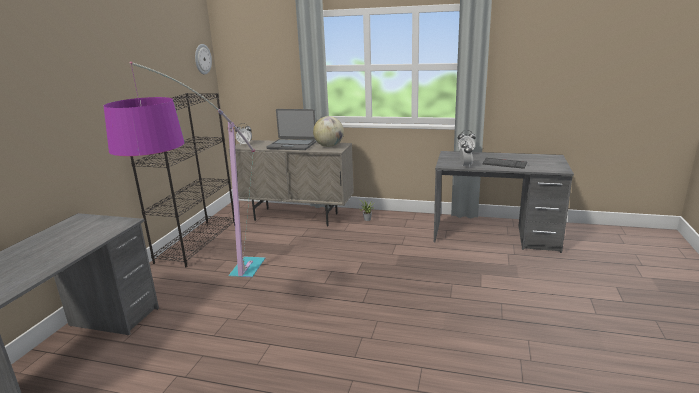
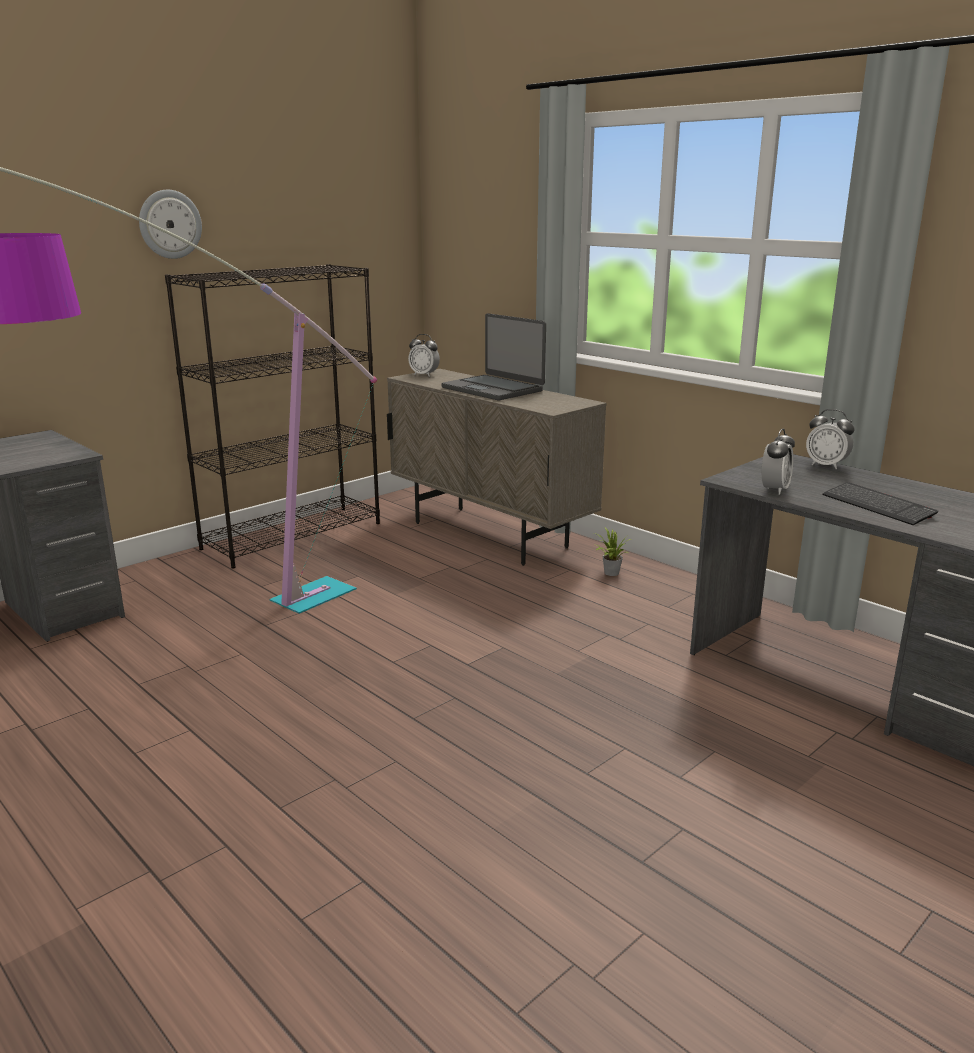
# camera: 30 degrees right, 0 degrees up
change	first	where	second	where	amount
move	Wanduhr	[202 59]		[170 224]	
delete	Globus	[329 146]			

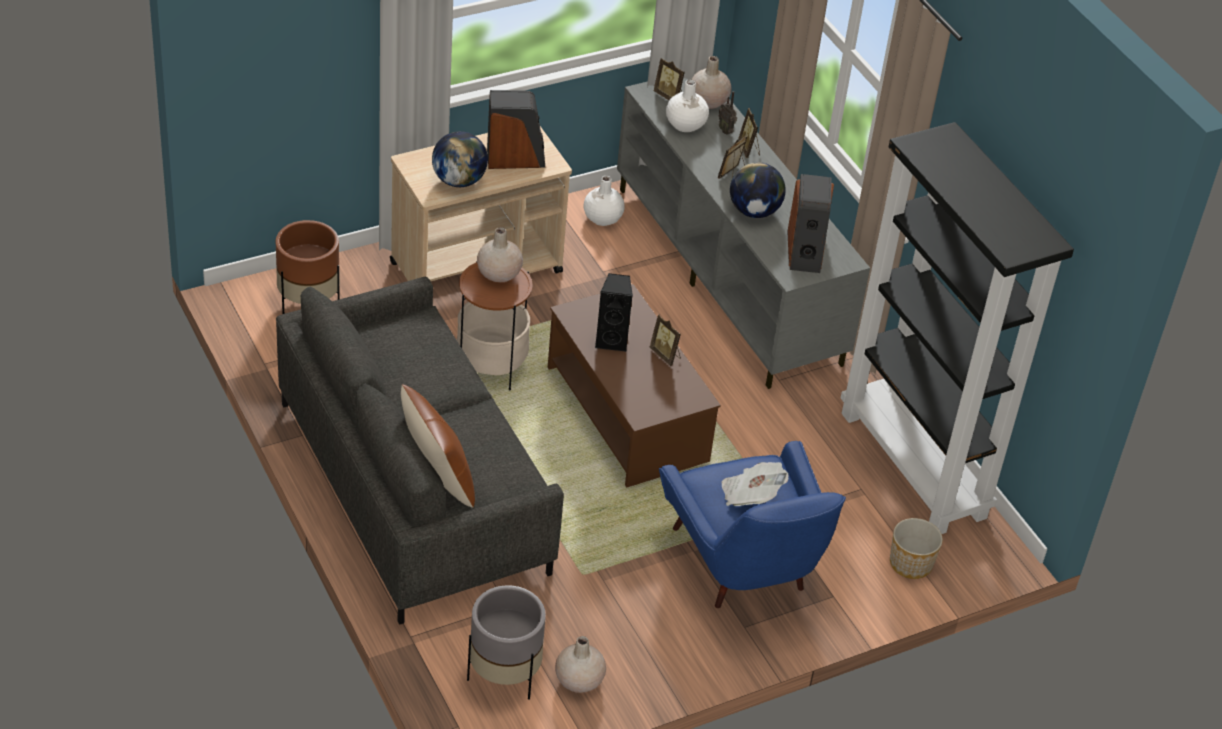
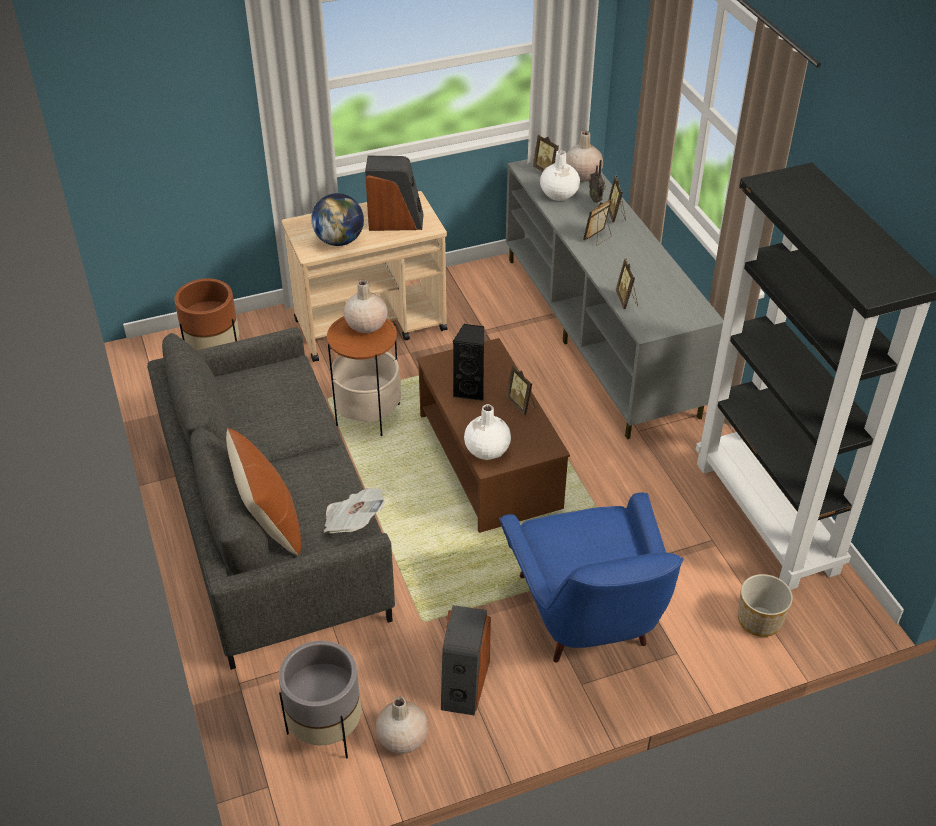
# camera: 10 degrees right, 0 degrees up
change	first	where	second	where	amount
move	Vase/weiß	[602 218]		[487 450]	
move	Zeitung	[750 495]		[353 522]	
delete	Globus	[754 211]			
move	Lautsprecher	[805 251]		[464 684]	
insert			Bilderrahmen	[626 300]	

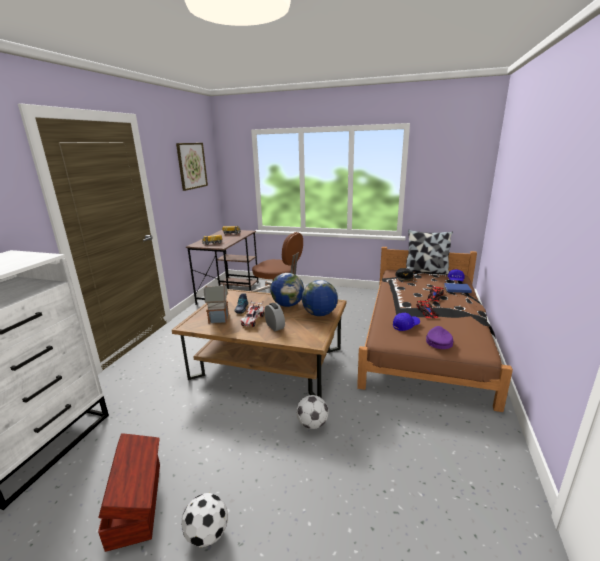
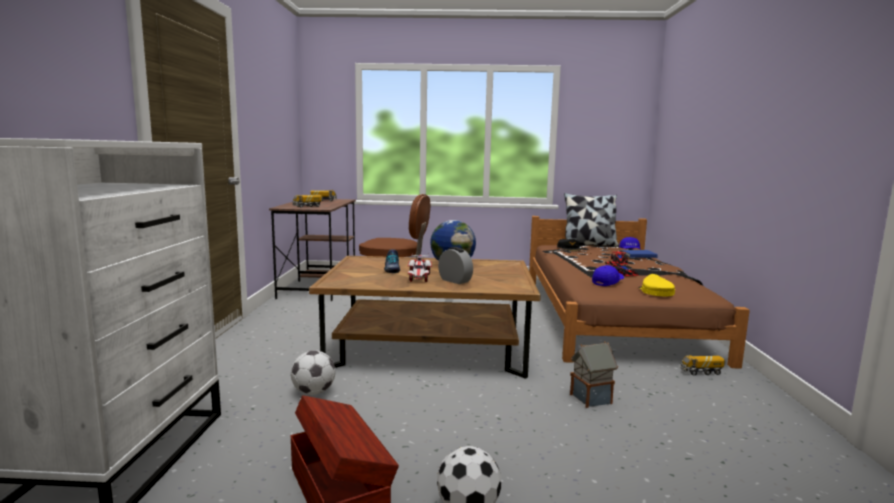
# camera: 15 degrees left, 10 degrees down
change	first	where	second	where	amount
delete	Bild	[192 166]			
move	Spielzeughaus	[219 318]		[591 398]	
move	Fußball	[312 424]		[314 392]	
delete	Globus	[319 314]			
recolor	Kappe/lila	[438 341]	Kappe/gelb	[655 292]	
insert			Spielzeuglaster	[701 372]	

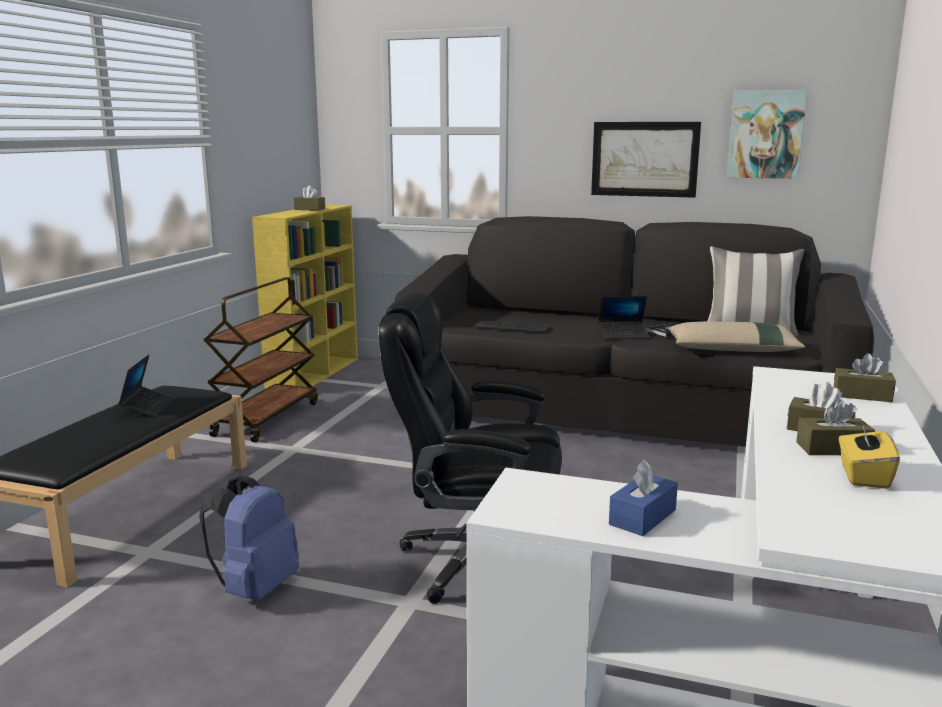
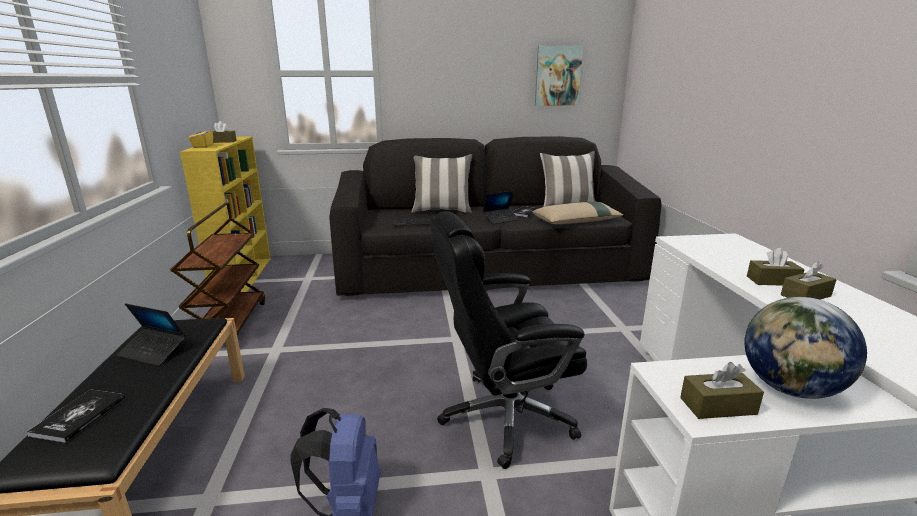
# camera: 25 degrees left, 5 degrees up
change	first	where	second	where	amount
rotate	Laptop	[148 407]		[153 352]	135 degrees clockwise
delete	Bild	[644 159]			
replace	Taschentuchbox/blau	[642 517]	Globus	[790 389]	
move	Taschentuchbox/braun	[862 395]		[718 406]	
move	Taschentuchbox/gelb	[863 476]		[202 146]	
insert			Buch	[79 416]	
insert			Kissen	[442 211]	

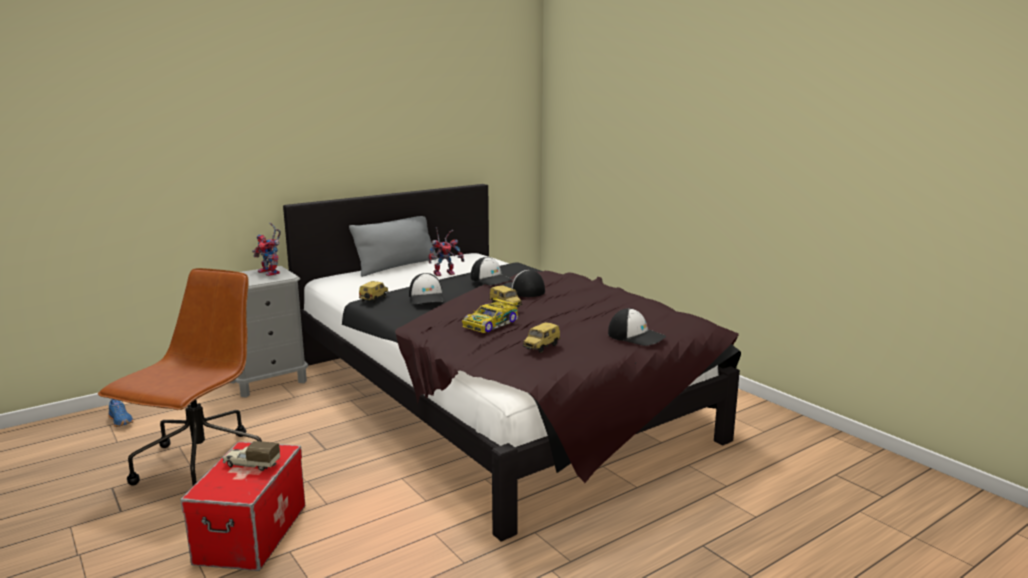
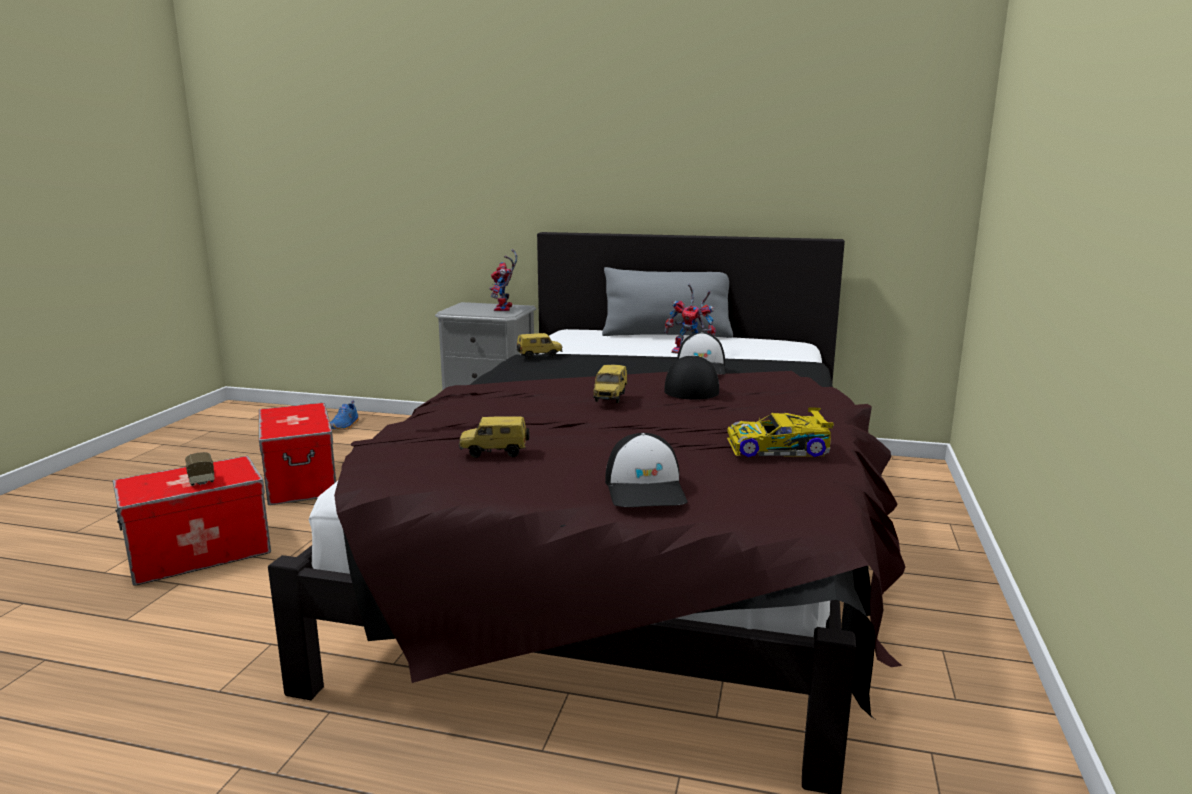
# camera: 50 degrees right, 0 degrees up
change	first	where	second	where	amount
replace	Bürostuhl/braun	[200 465]	Aufbewahrungsbox	[301 482]	
delete	Kappe	[427 297]			
move	Spielzeugauto	[491 323]		[779 448]	

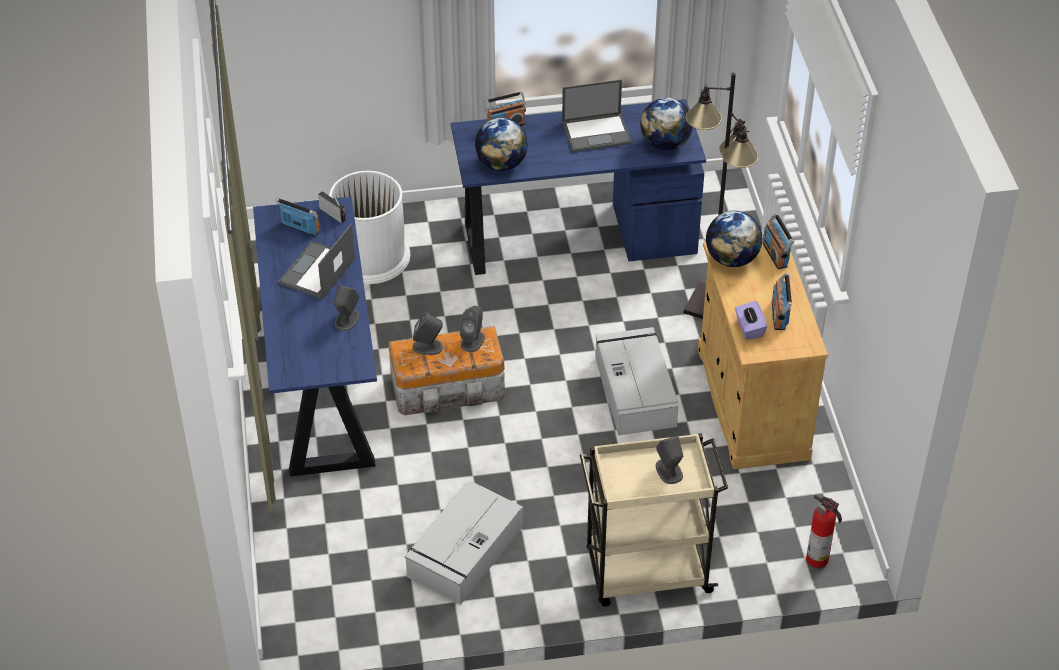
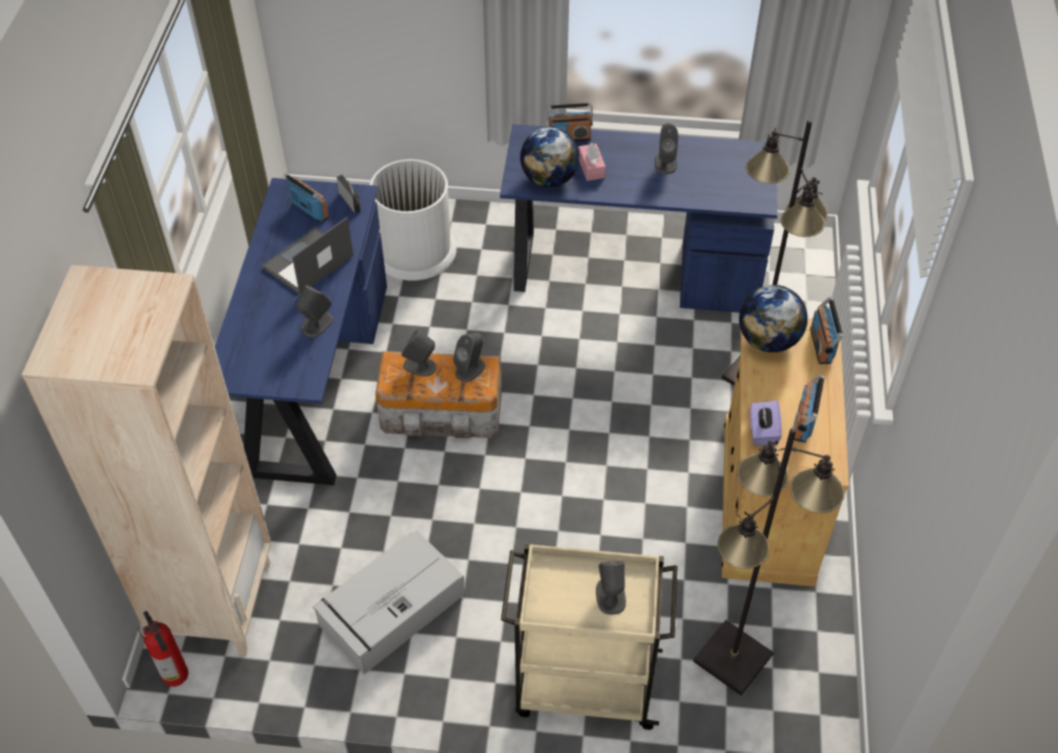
# camera: 15 degrees right, 5 degrees up
change	first	where	second	where	amount
replace	Laptop	[597 132]	Lautsprecher/grau	[665 162]	
delete	Aufbewahrungsbox/grau	[635 390]			
delete	Globus	[665 144]			
move	Feuerlöscher	[818 560]		[176 676]	
insert			Bücherregal/beige	[215 602]	
insert			Taschentuchbox/rosa	[591 168]	
insert			Stehlampe/schwarz	[733 659]	

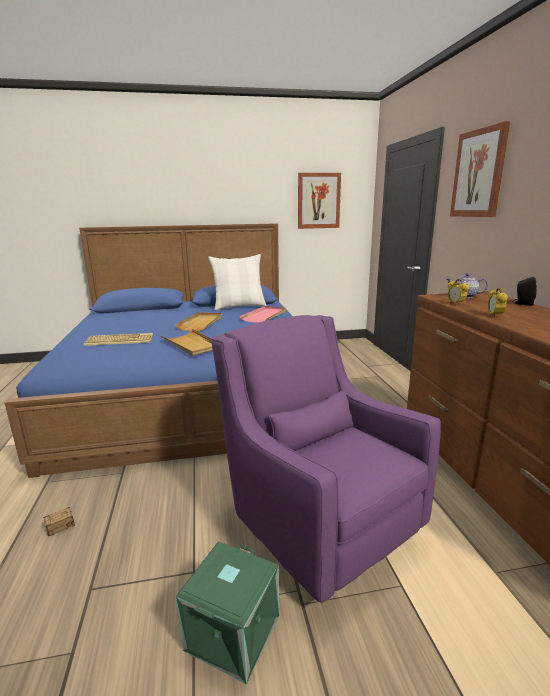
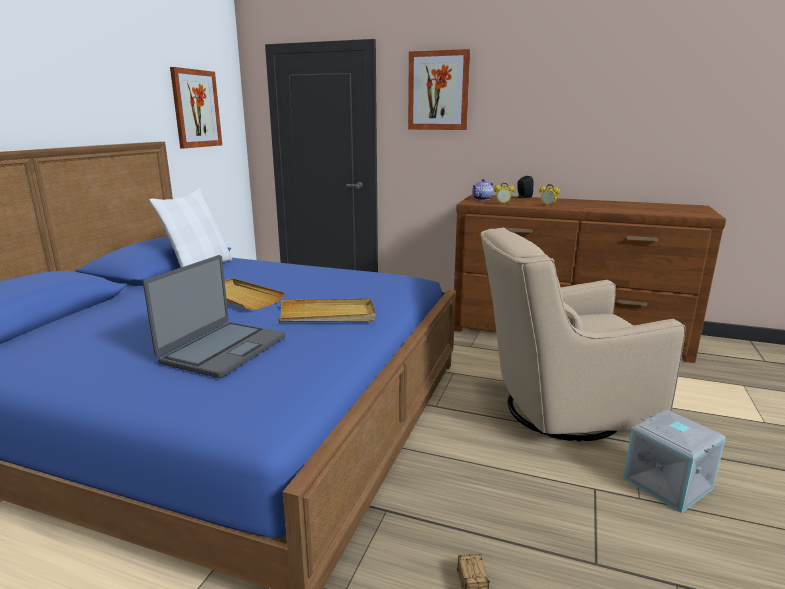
# camera: 60 degrees left, 0 degrees up
change	first	where	second	where	amount
replace	Tastatur	[120 340]	Laptop	[223 350]	
recolor	Aufbewahrungsbox/grün	[234 634]	Aufbewahrungsbox/grau	[668 483]	
recolor	Sessel/lila	[316 520]	Sessel/beige	[557 410]	
delete	Tablett/rosa	[264 316]			

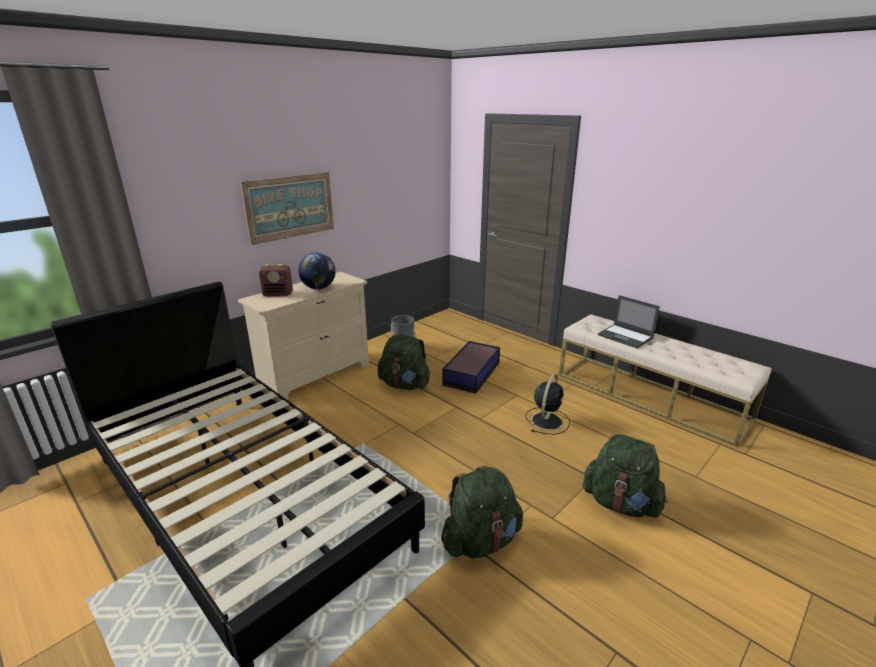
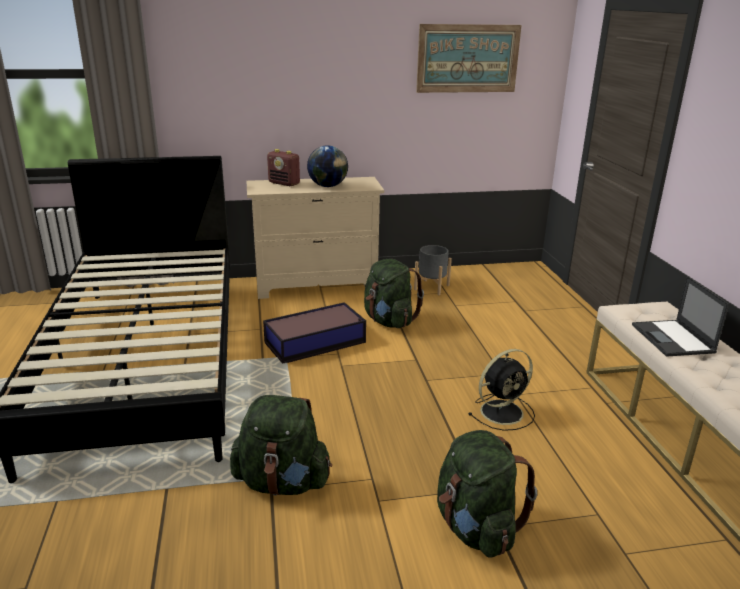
# camera: 35 degrees right, 0 degrees up
change	first	where	second	where	amount
move	Bild	[290 207]		[468 58]	
move	Aufbewahrungsbox	[472 373]		[316 342]	

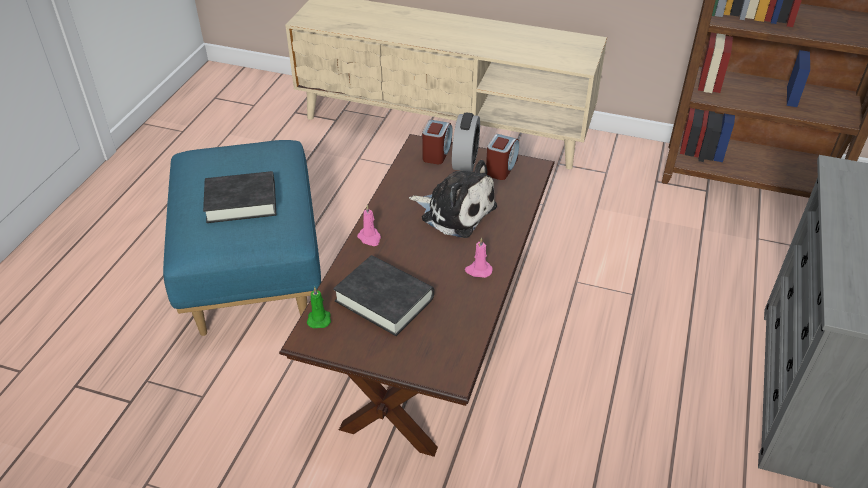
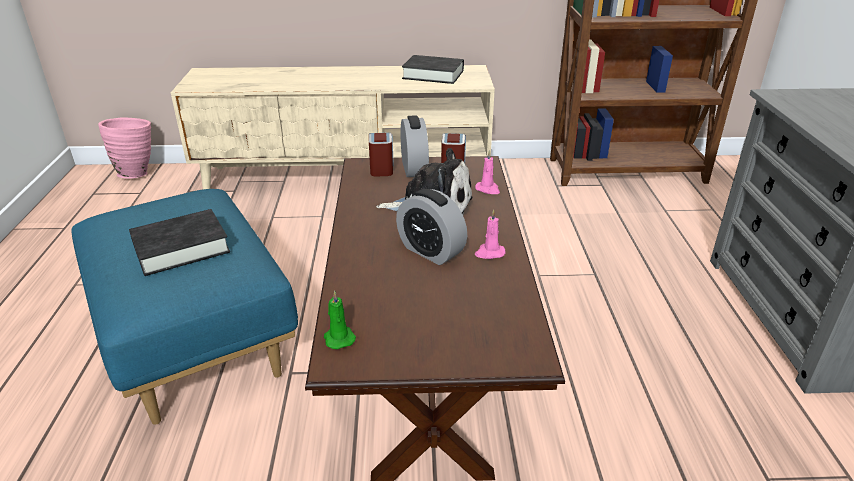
# camera: 20 degrees left, 10 degrees down
change	first	where	second	where	amount
move	Buch/schwarz	[384 300]		[433 74]	
move	Kerze/rosa	[370 238]		[488 189]	
insert			Vase/rosa	[137 173]	
insert			Wecker	[431 251]	

